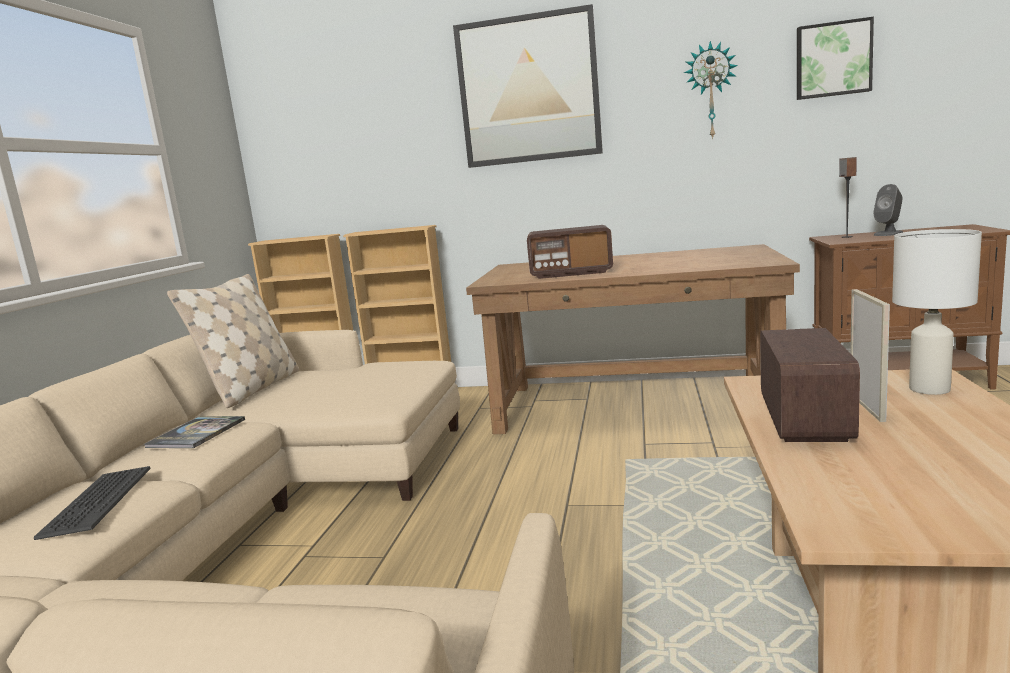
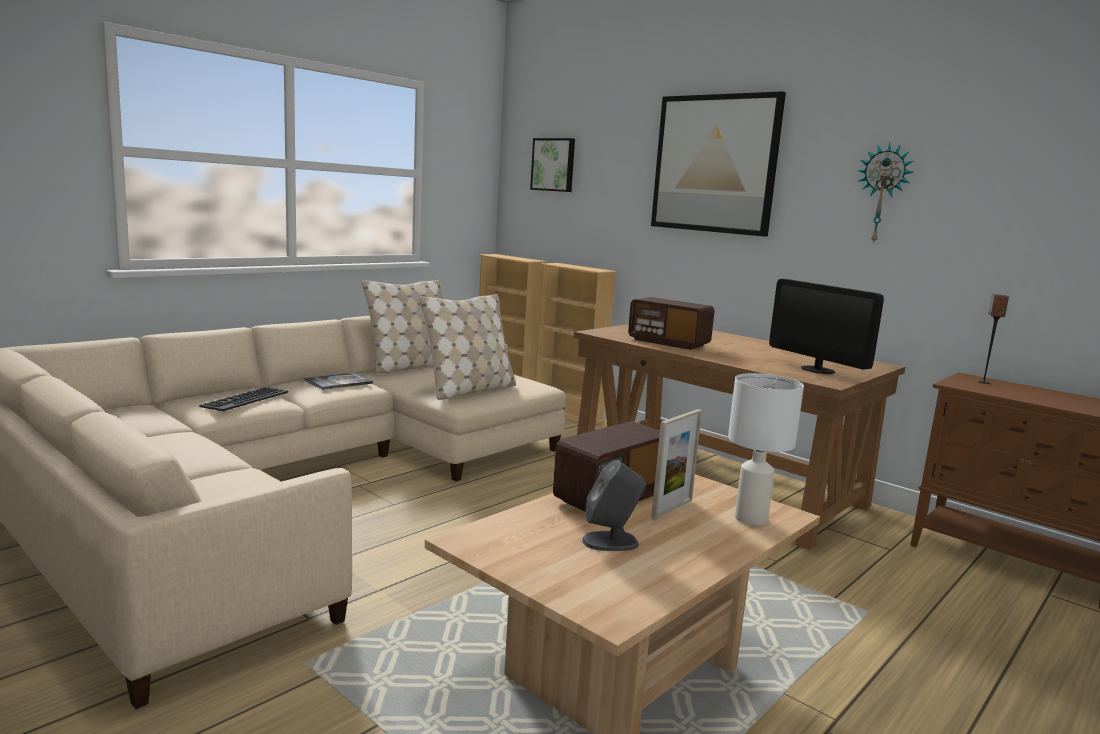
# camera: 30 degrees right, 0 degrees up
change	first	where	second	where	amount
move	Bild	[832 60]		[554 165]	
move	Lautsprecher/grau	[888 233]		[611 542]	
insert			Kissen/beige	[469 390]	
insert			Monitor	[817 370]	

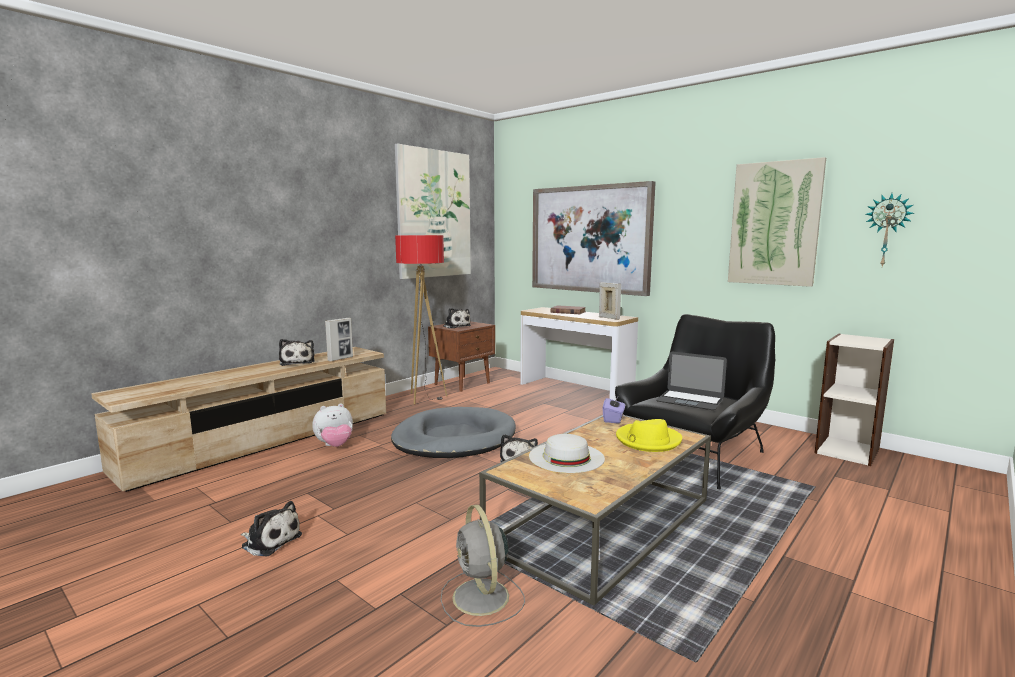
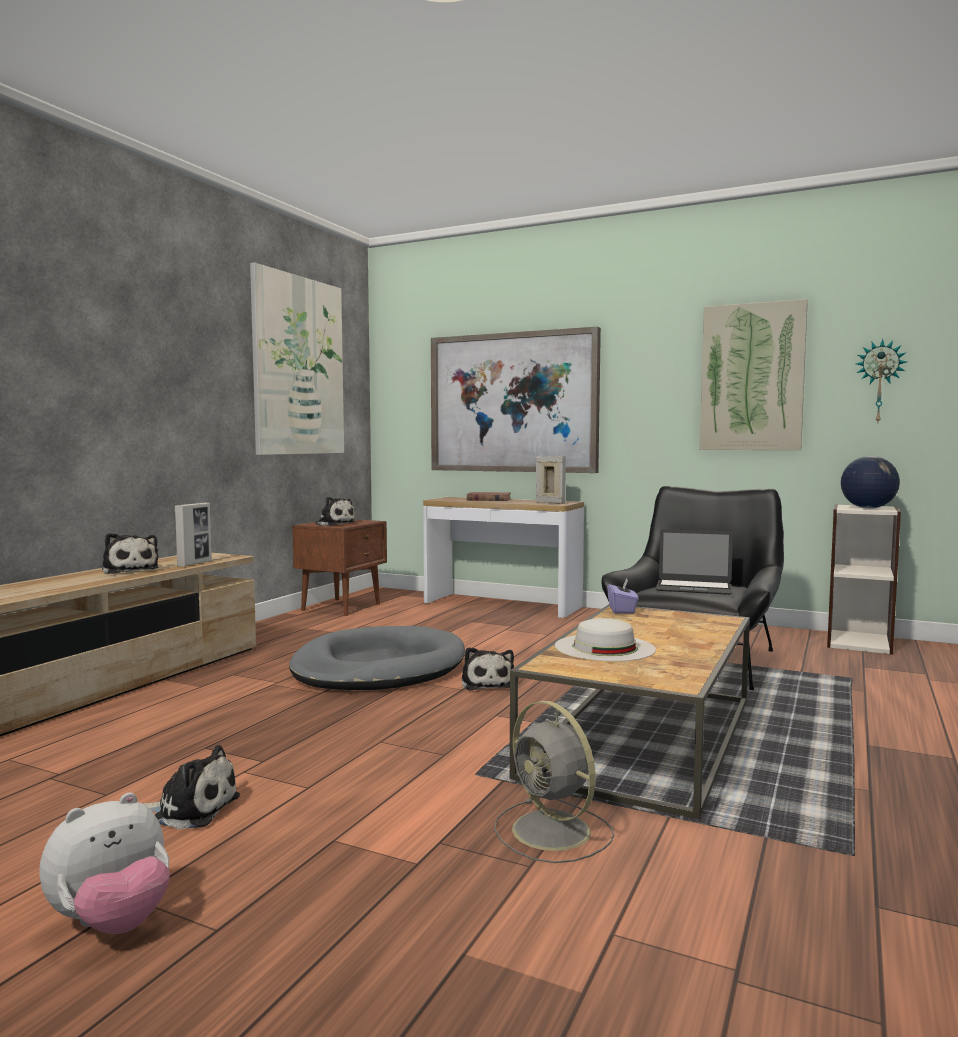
# camera: 15 degrees left, 5 degrees down
change	first	where	second	where	amount
move	Plüschtier	[335 446]		[112 923]	
delete	Stehlampe	[424 398]			
delete	Hut/gelb	[647 440]			
insert			Globus	[868 508]	

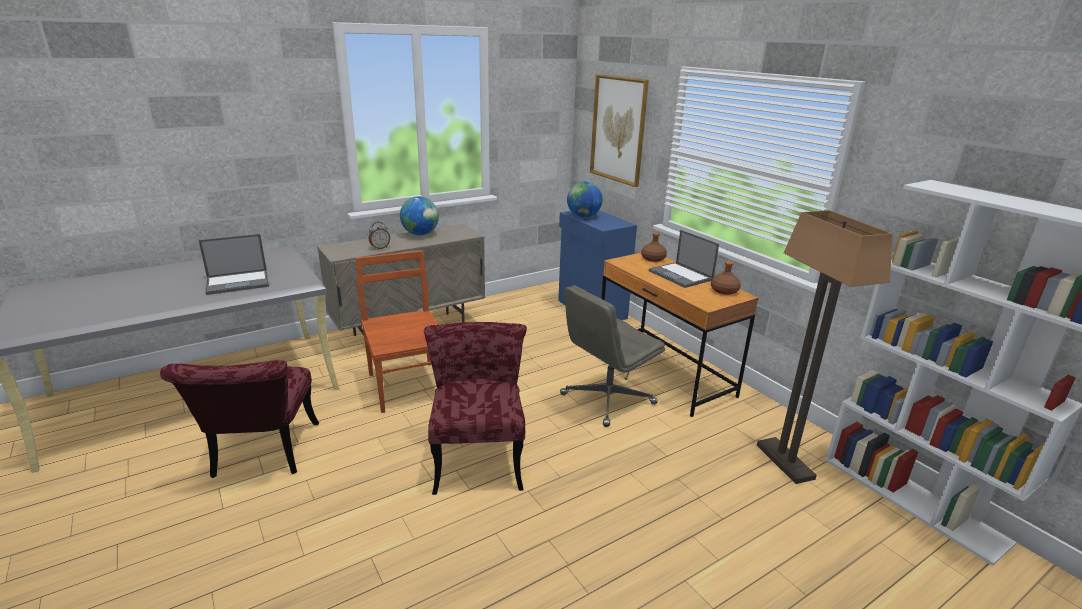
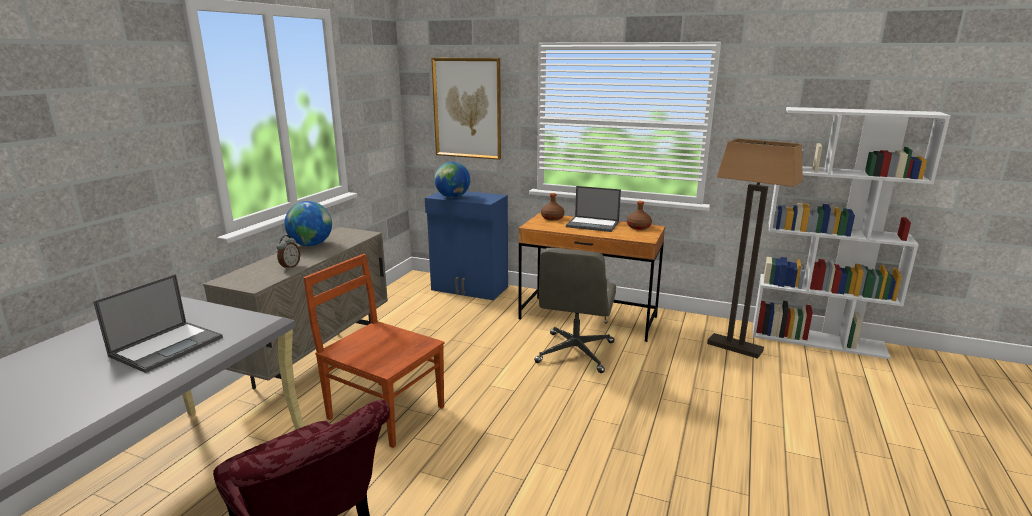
# camera: 35 degrees left, 5 degrees down
change	first	where	second	where	amount
delete	Stuhl/rot	[478 456]			

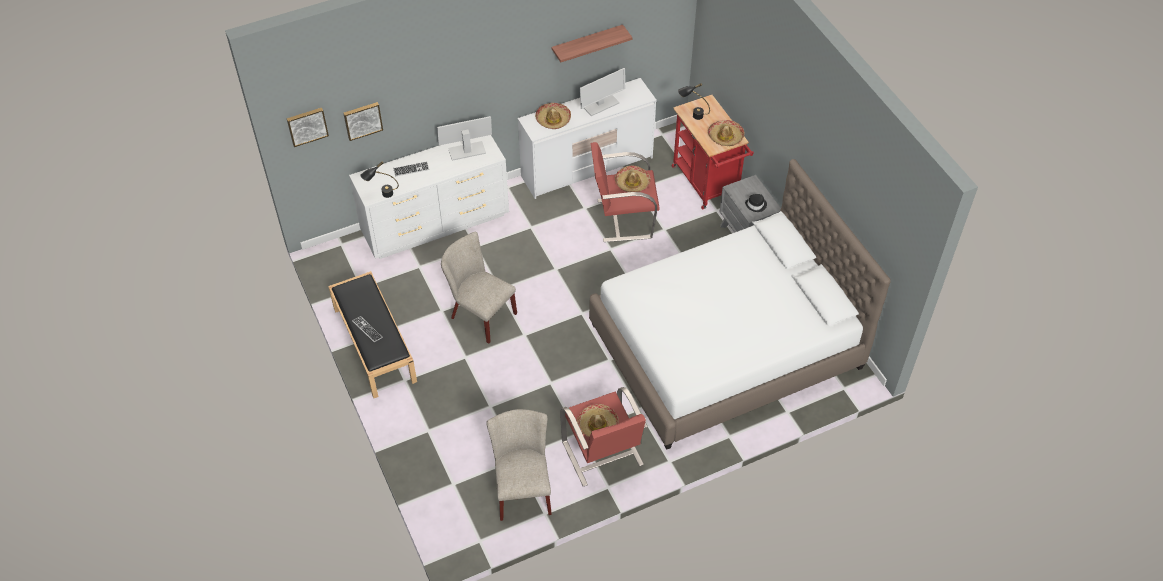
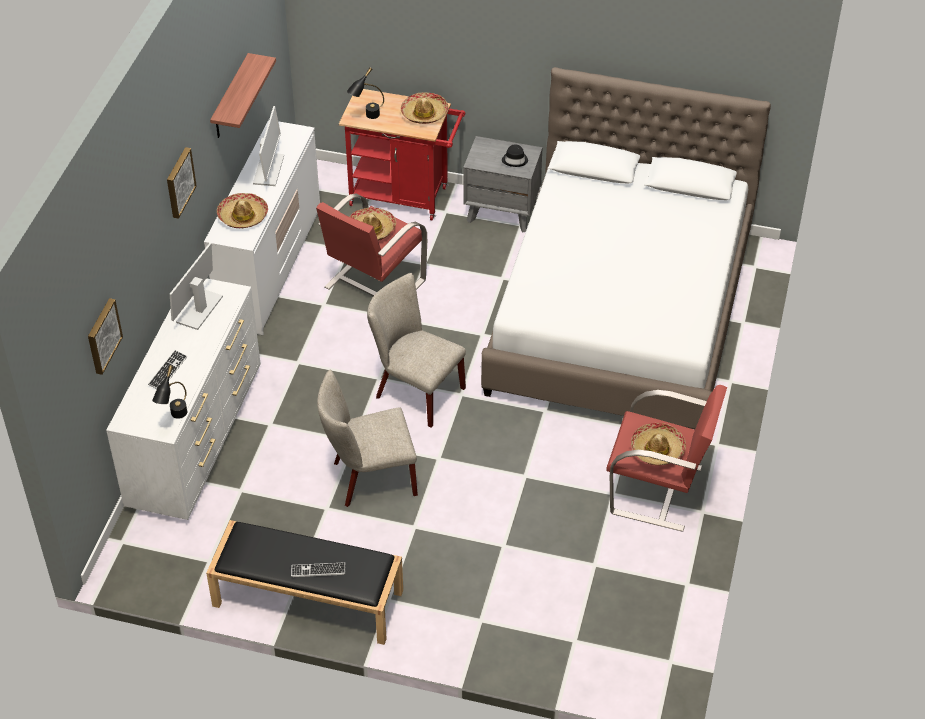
# camera: 50 degrees left, 5 degrees down
change	first	where	second	where	amount
move	Bild	[307 126]		[179 182]	
move	Stuhl/beige	[522 488]		[414 391]	

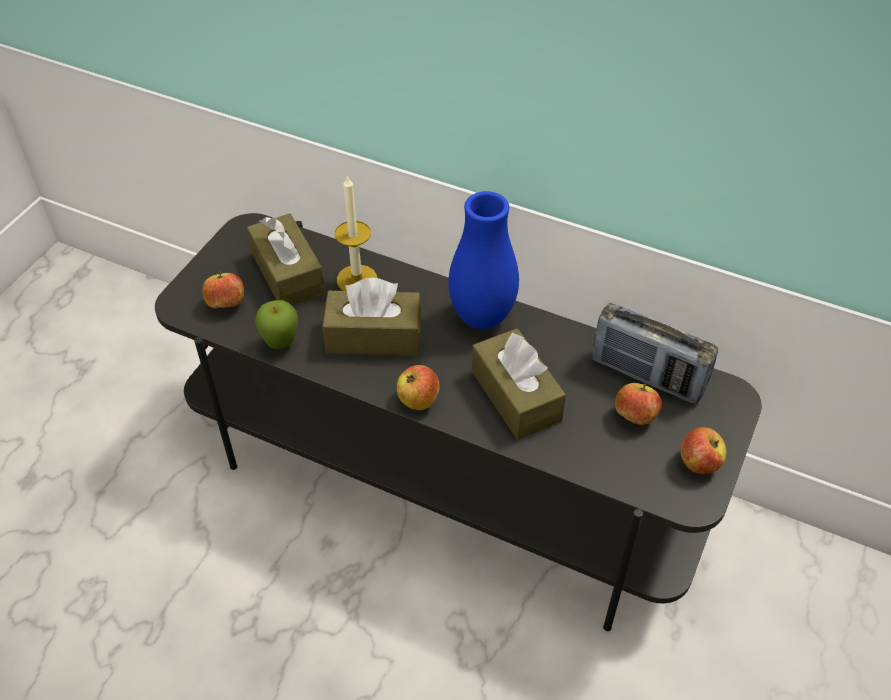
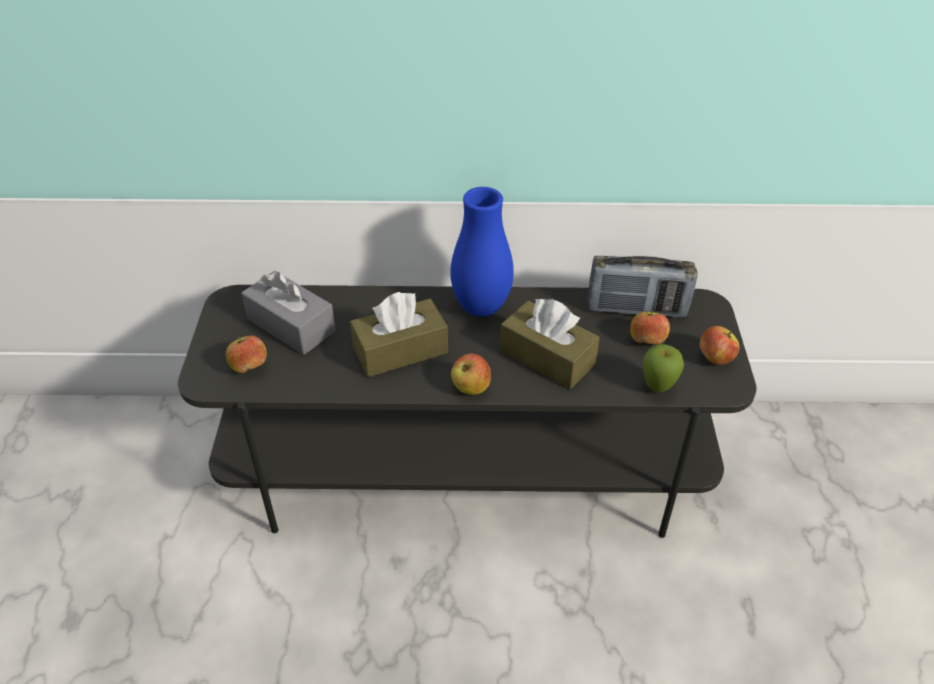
# camera: 25 degrees left, 5 degrees down
change	first	where	second	where	amount
recolor	Taschentuchbox/braun	[288 274]	Taschentuchbox/grau	[291 325]	
move	Apfel	[281 344]		[657 388]	
delete	Kerze	[357 279]			

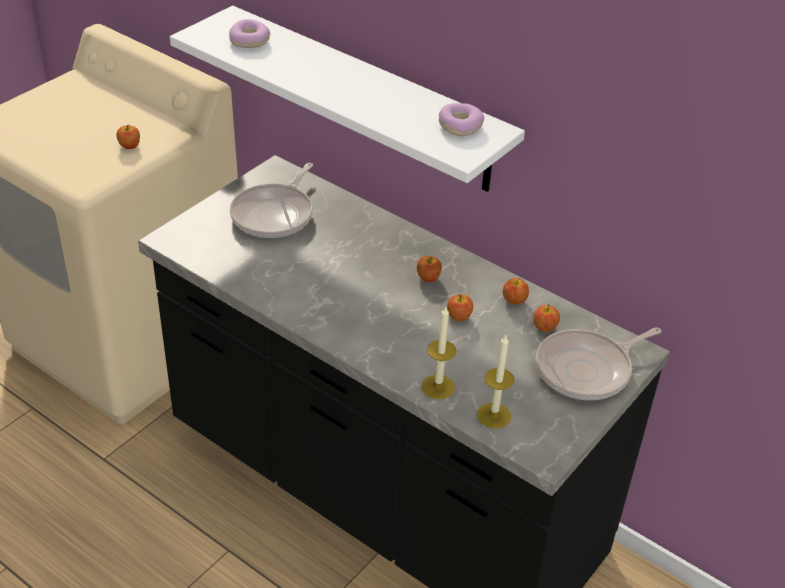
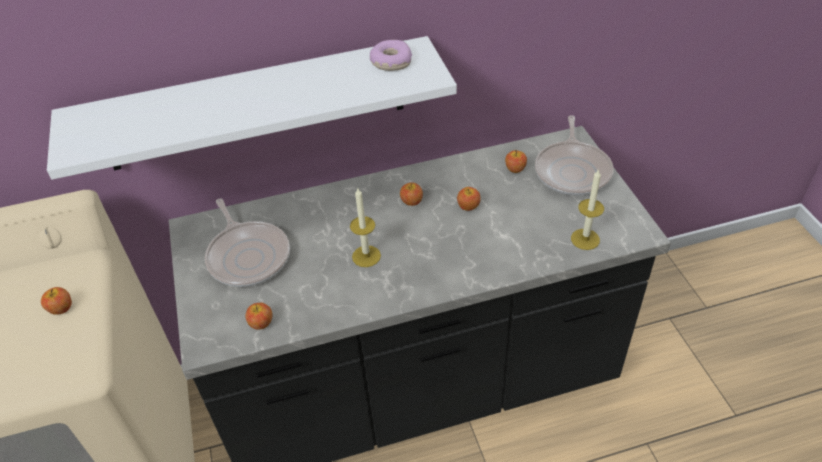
# camera: 50 degrees left, 5 degrees up
change	first	where	second	where	amount
delete	Donut	[250 41]			
move	Kerze	[438 387]		[366 256]	
move	Apfel	[514 300]		[261 323]	

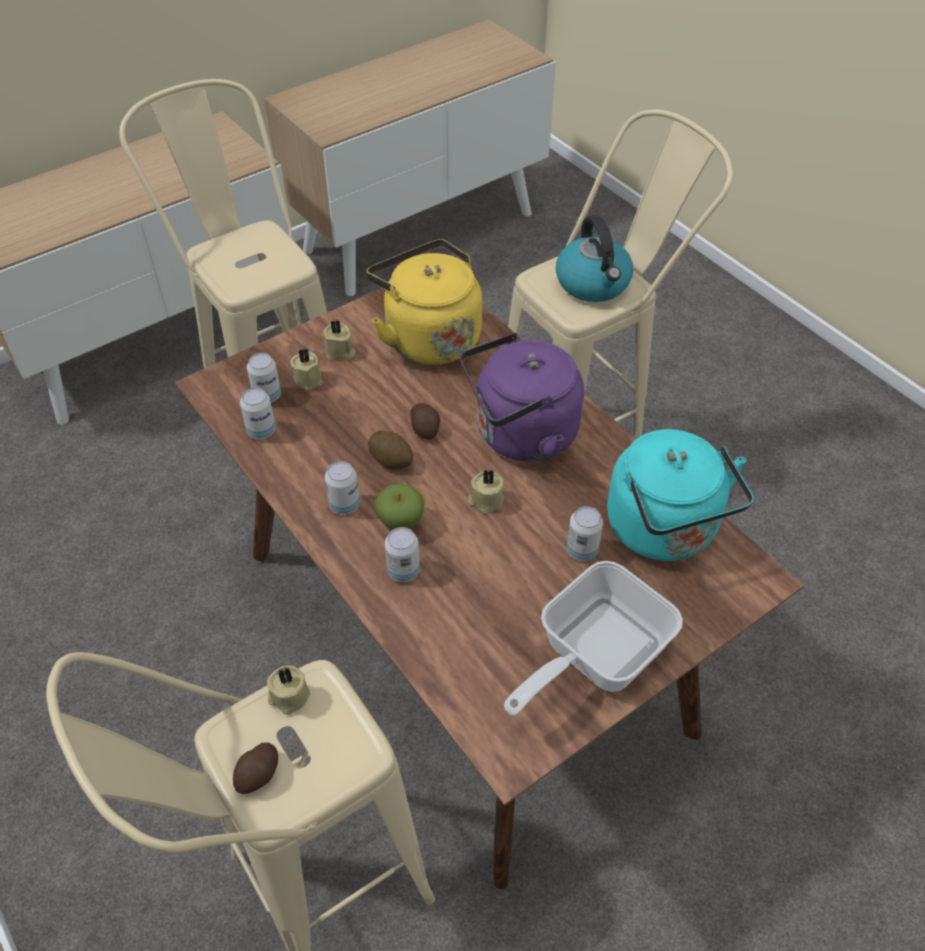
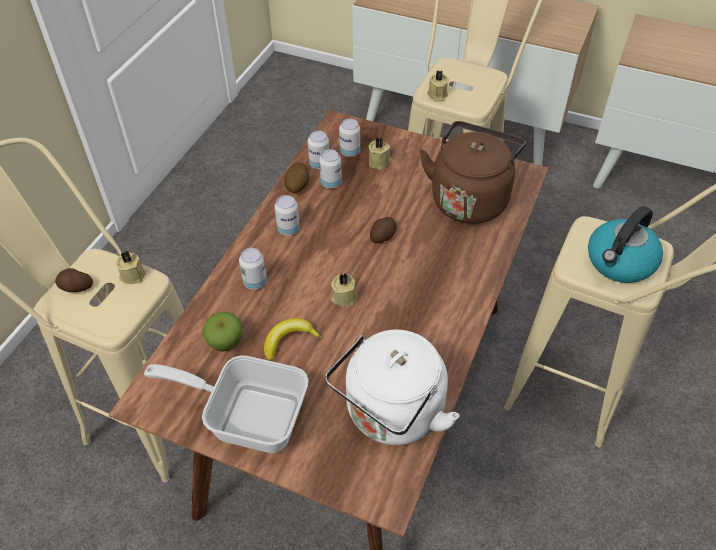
# camera: 60 degrees right, 0 degrees up
change	first	where	second	where	amount
move	Kerze/beige	[340 352]		[437 95]	
recolor	Wasserkessel/gelb	[428 337]	Wasserkessel/braun	[470 198]	
move	Kartoffel	[391 460]		[297 186]	
move	Apfel	[401 523]		[226 343]	
delete	Wasserkessel/lila	[520 435]			
move	Dose	[582 550]		[331 183]	
recolor	Wasserkessel/türkis	[665 531]	Wasserkessel/weiß	[391 415]	
insert			Banane	[289 341]	

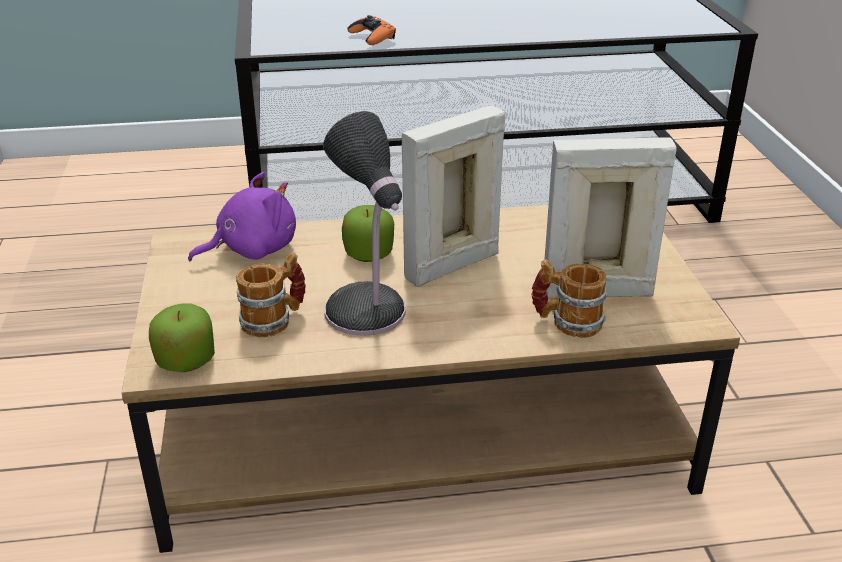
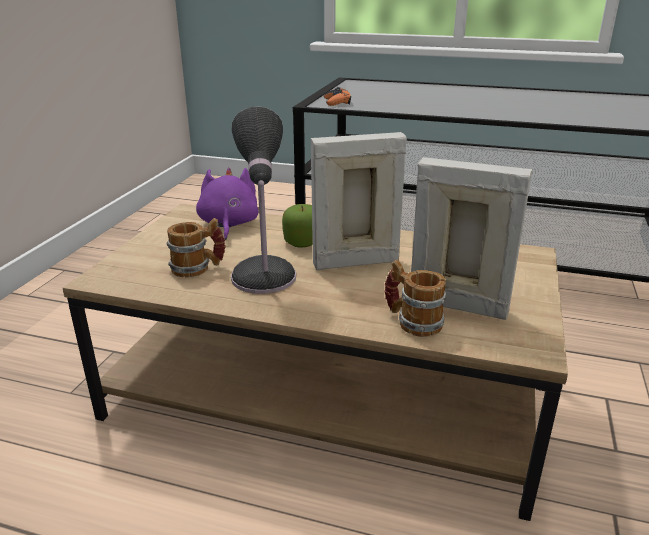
# camera: 25 degrees right, 5 degrees down
change	first	where	second	where	amount
delete	Apfel	[186 360]			
rotate	Plüschtier/lila	[252 249]		[228 224]	90 degrees counterclockwise
move	Gamepad/orange	[372 37]		[337 102]	

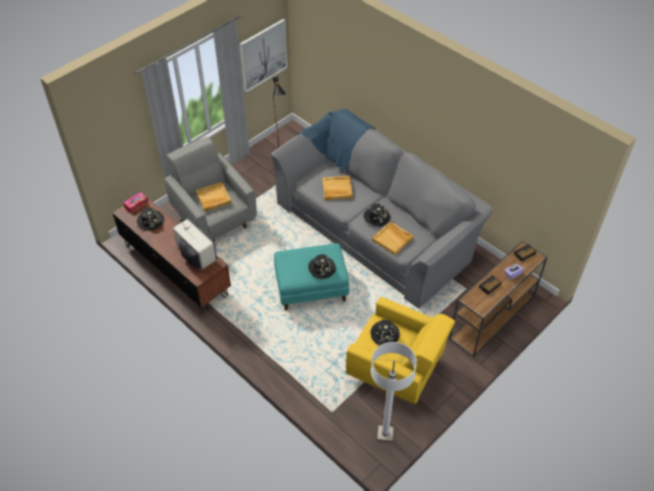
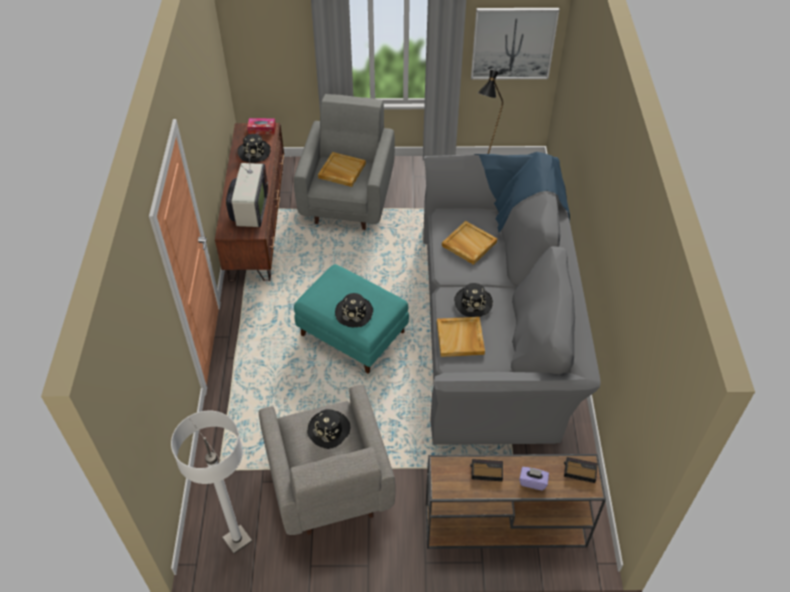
# camera: 45 degrees right, 0 degrees up
change	first	where	second	where	amount
recolor	Sessel/gelb	[396 370]	Sessel/grau	[329 487]	

